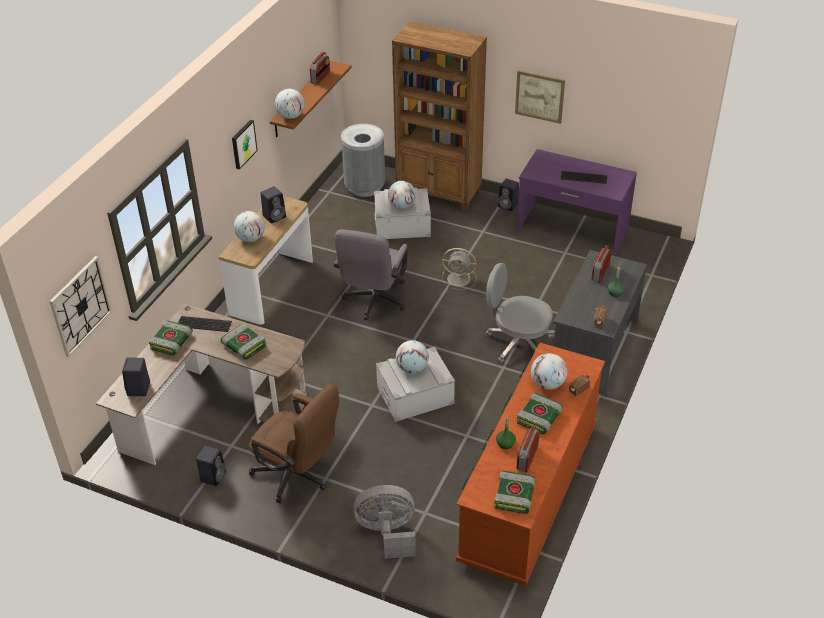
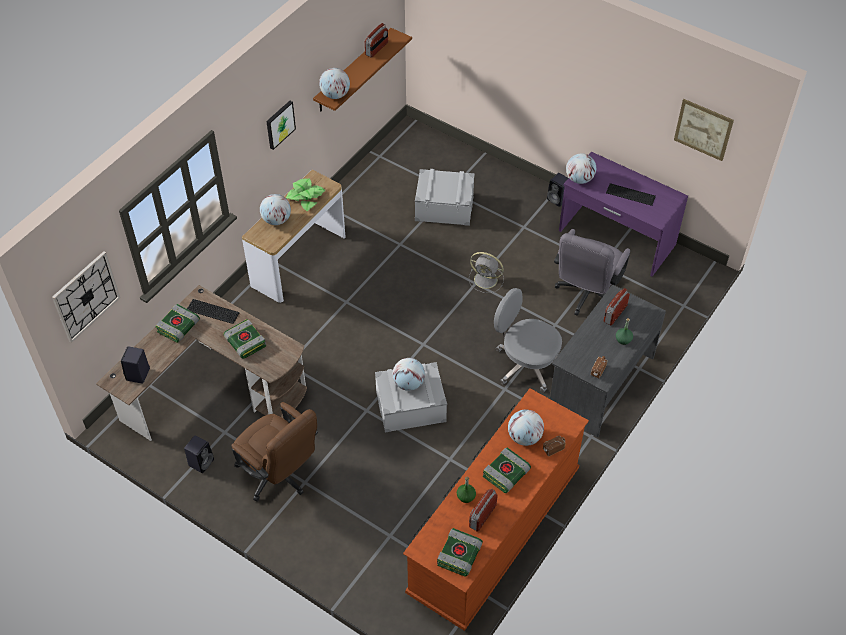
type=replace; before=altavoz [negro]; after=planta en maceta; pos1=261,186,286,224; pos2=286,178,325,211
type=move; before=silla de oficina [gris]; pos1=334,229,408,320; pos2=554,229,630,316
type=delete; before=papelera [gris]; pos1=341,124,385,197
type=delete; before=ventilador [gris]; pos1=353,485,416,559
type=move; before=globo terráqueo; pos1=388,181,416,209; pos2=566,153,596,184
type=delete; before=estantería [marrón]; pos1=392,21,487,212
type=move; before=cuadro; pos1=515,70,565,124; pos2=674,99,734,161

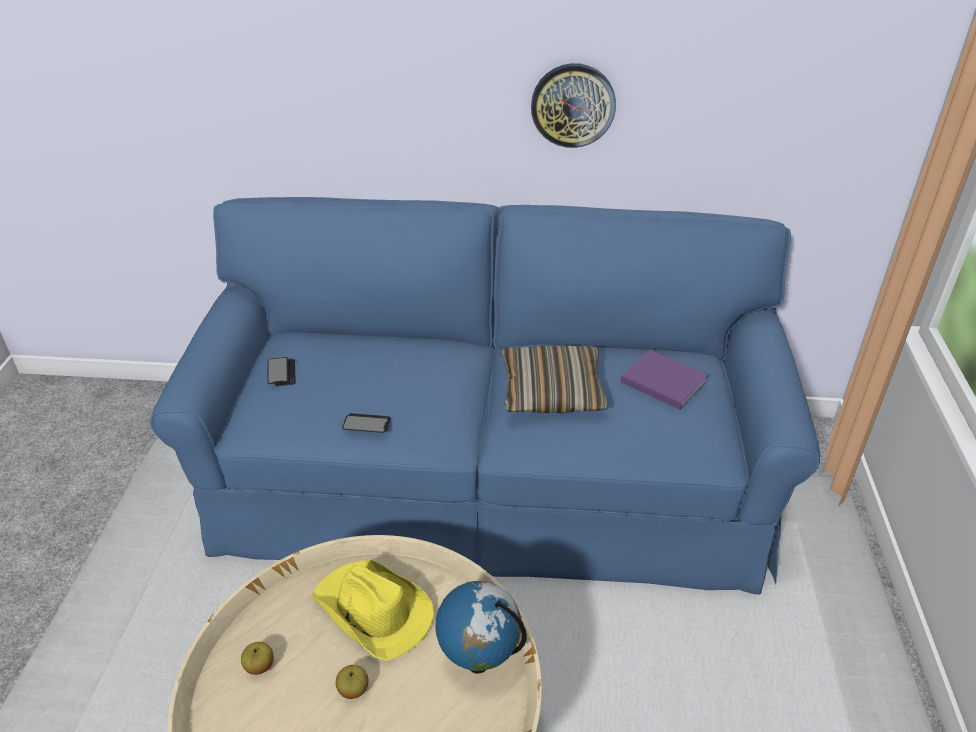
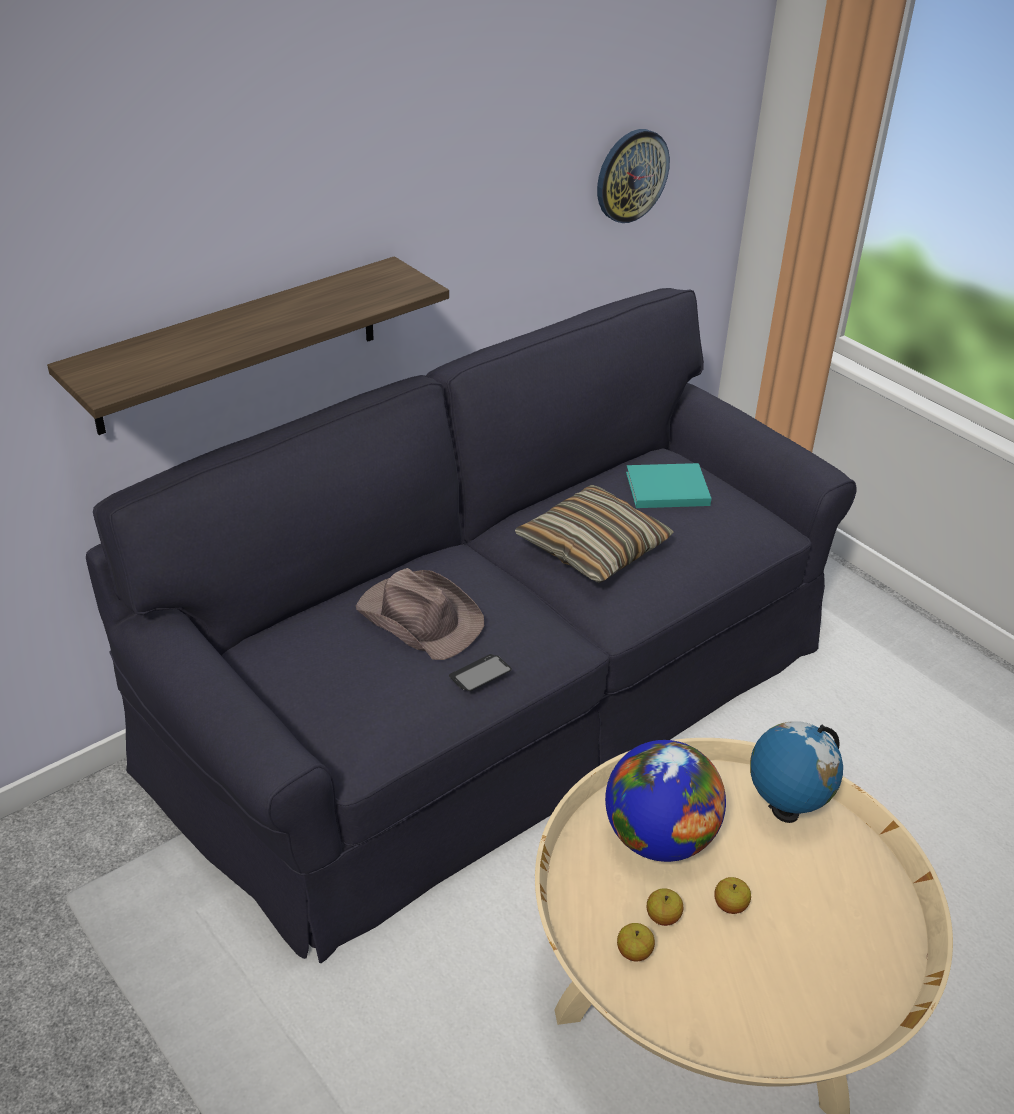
type=recolor; before=sofá [azul]; after=sofá [negro]; pos1=150,197,820,594; pos2=86,288,856,963
type=delete; before=móvil; pos1=268,357,296,386
type=replace; before=sombrero [amarillo]; after=globo terráqueo; pos1=312,560,434,661; pos2=605,740,726,862
type=move; before=reloj de pared; pos1=531,63,616,148; pos2=597,129,670,223
type=recolor; before=libro [morado]; after=libro [turquesa]; pos1=620,349,708,410; pos2=626,463,711,508
type=insert; after=estante; pos2=47,256,449,435
type=insert; after=sombrero [marrón]; pos2=356,568,484,660
type=insert; after=manzana; pos2=647,888,683,926

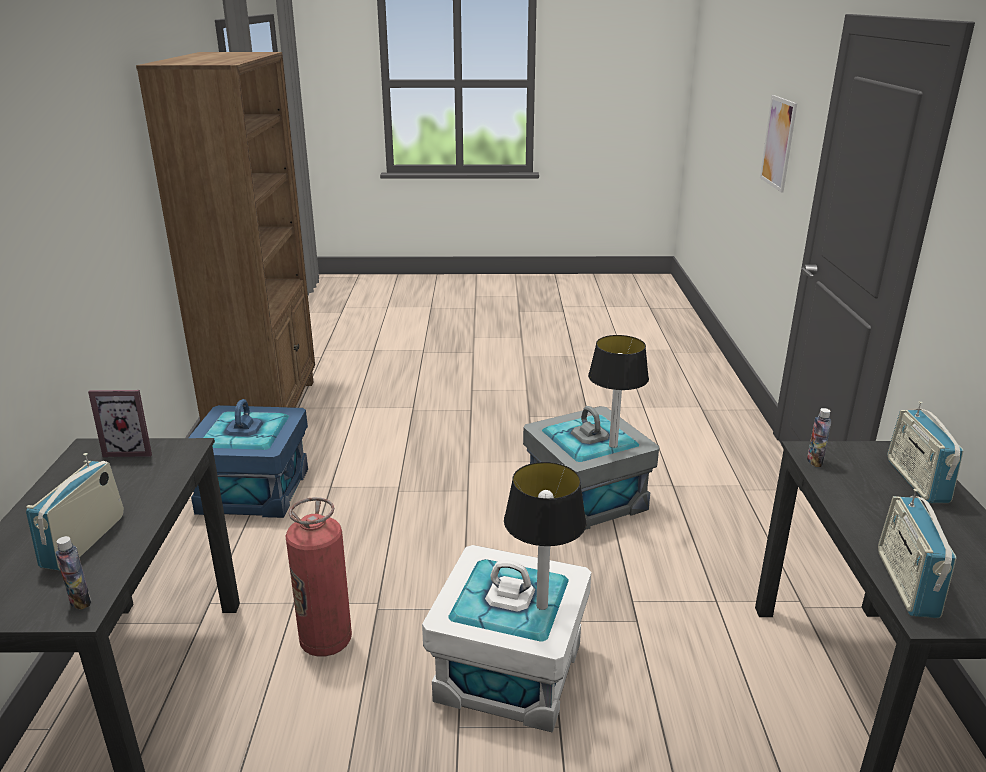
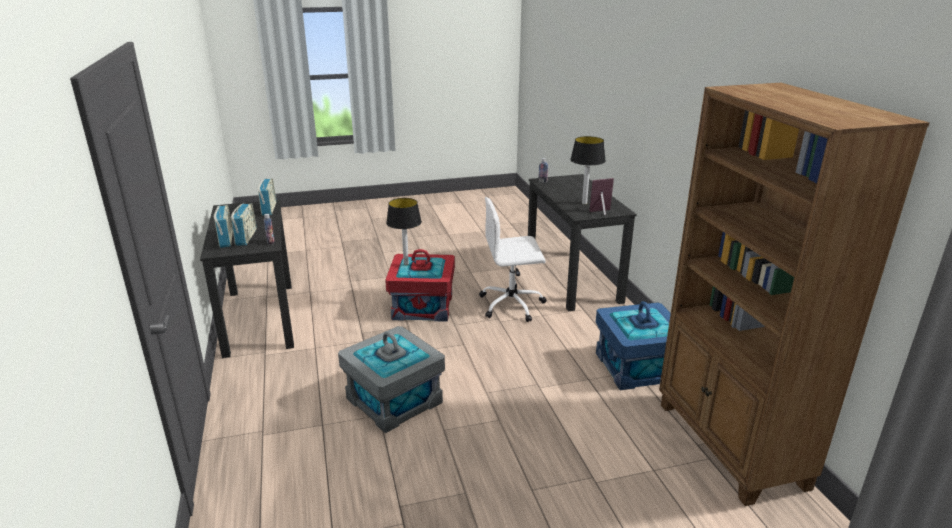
type=move; before=radio; pos1=26,453,124,571; pos2=231,203,257,246
type=replace; before=extintor; after=silla de oficina [blanco]; pos1=285,497,352,657; pos2=479,197,546,322
type=recolor; before=caja de almacenaje [blanco]; after=caja de almacenaje [rojo]; pos1=422,545,591,733; pos2=385,249,455,322
type=move; before=lámpara de mesa; pos1=588,335,649,448; pos2=570,136,606,204
type=delete; before=cuadro; pos1=760,95,797,193

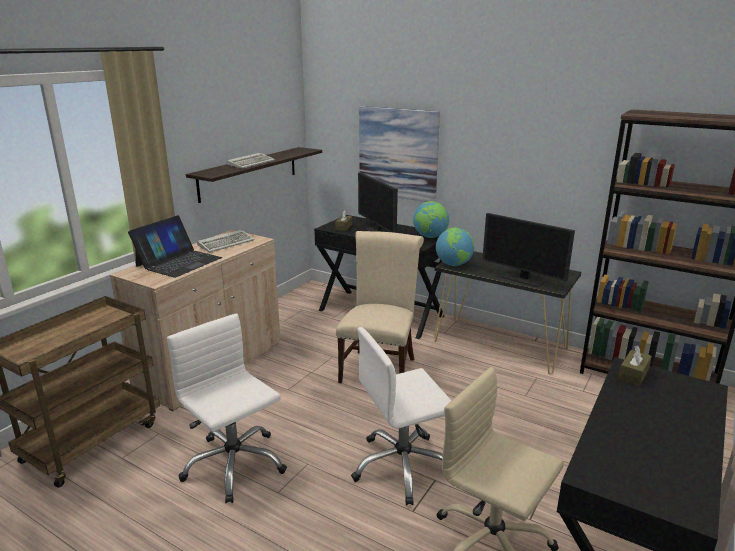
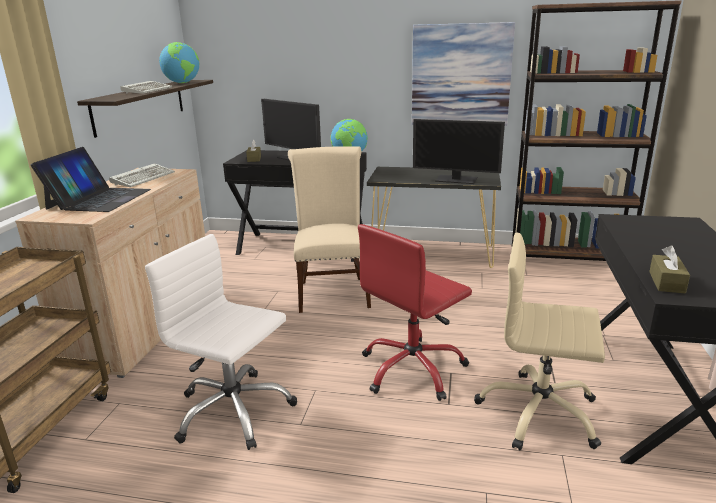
type=recolor; before=silla de oficina [blanco]; after=silla de oficina [rojo]; pos1=351,327,452,505; pos2=358,224,472,401
type=move; before=cuadro; pos1=359,106,440,202; pos2=412,22,515,126
type=move; before=globo terráqueo; pos1=436,228,474,266; pos2=159,42,199,83
type=move; before=caja de pañuelos [marrón]; pos1=618,345,652,386; pos2=649,245,690,294

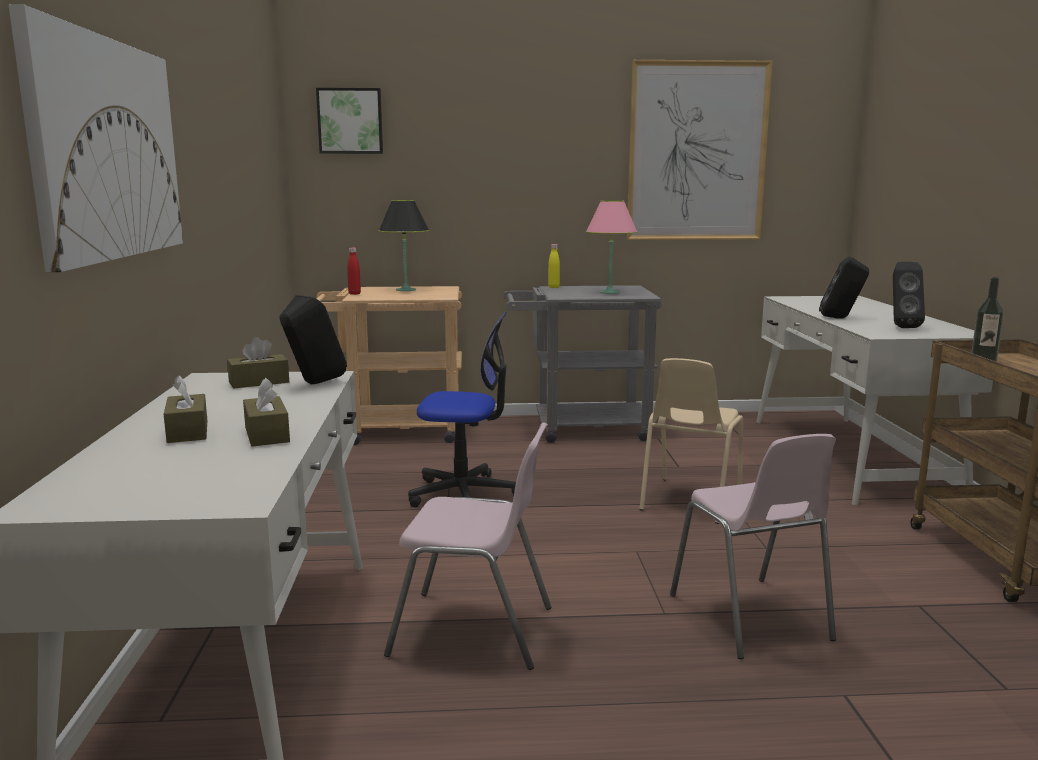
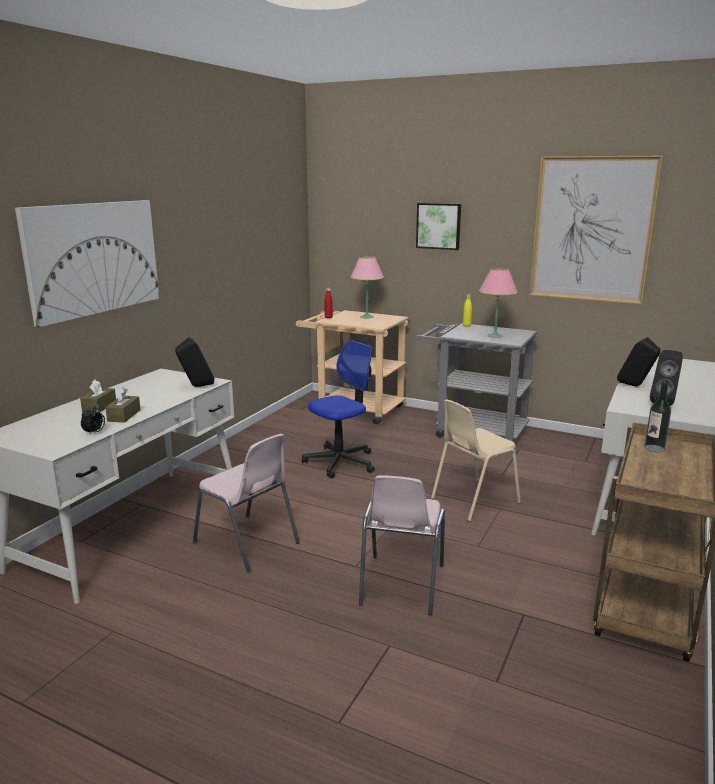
type=delete; before=caja de pañuelos [marrón]; pos1=227,337,289,389
type=move; before=cuadro; pos1=316,88,383,154; pos2=416,203,461,250
type=recolor; before=lámpara de mesa [negro]; after=lámpara de mesa [rosa]; pos1=379,200,429,291; pos2=350,256,384,318
type=rotate; before=silla de oficina; pos1=408,311,516,508; pos2=302,340,375,478; turn=-75
type=insert; after=despertador; pos2=81,404,105,435

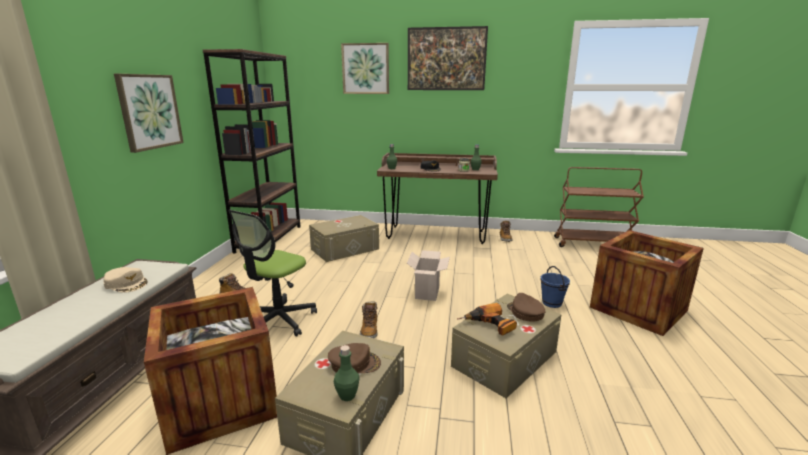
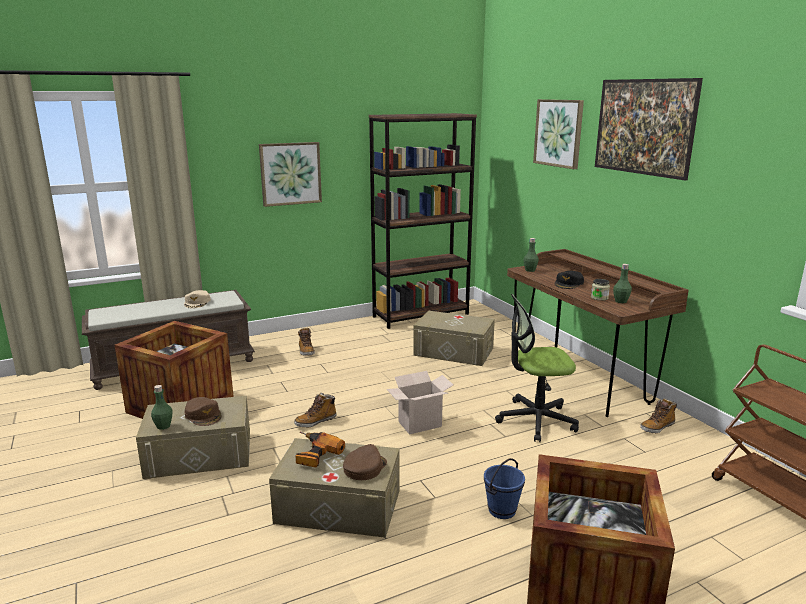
type=move; before=silla de oficina; pos1=228,210,317,337; pos2=495,294,579,442

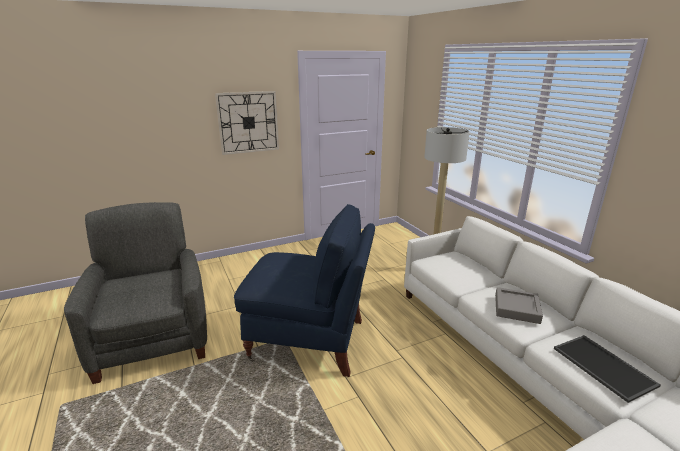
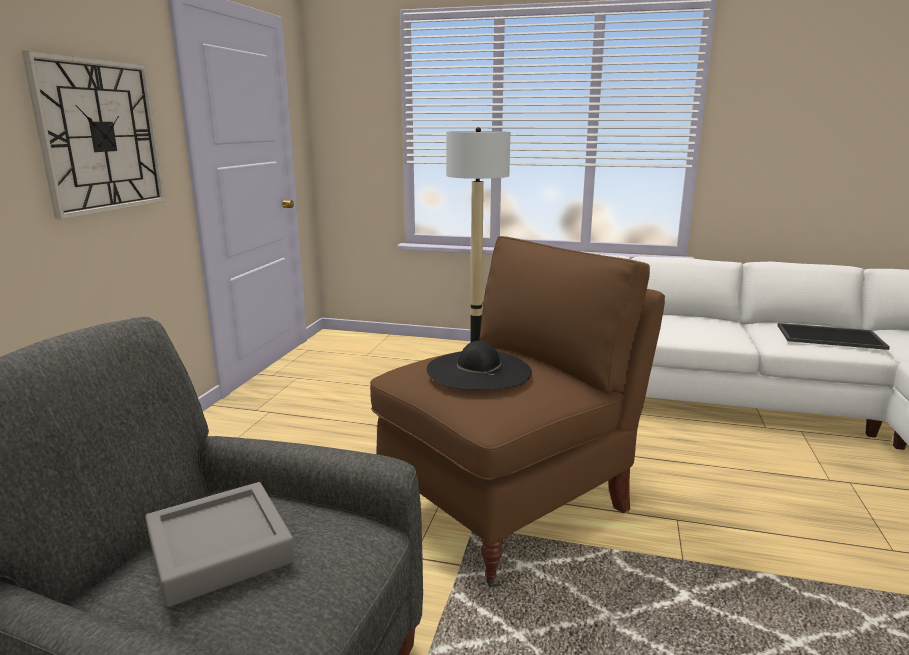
type=recolor; before=sillón [azul]; after=sillón [marrón]; pos1=234,204,375,377; pos2=370,236,665,587
type=move; before=bandeja [gris]; pos1=495,287,543,324; pos2=145,482,295,607
type=insert; after=sombrero [negro]; pos2=427,341,532,390

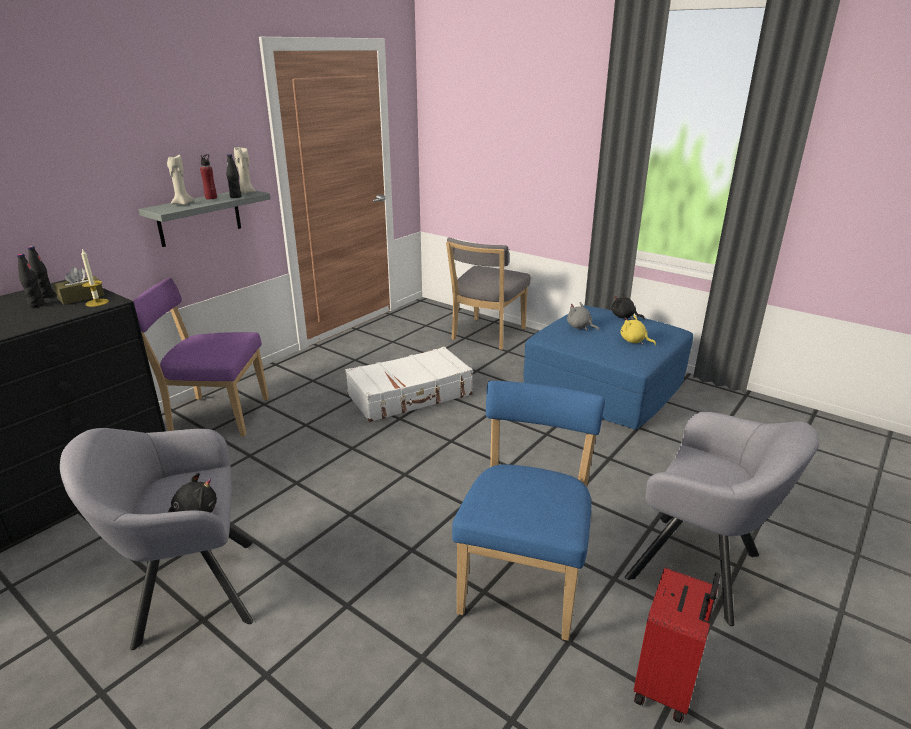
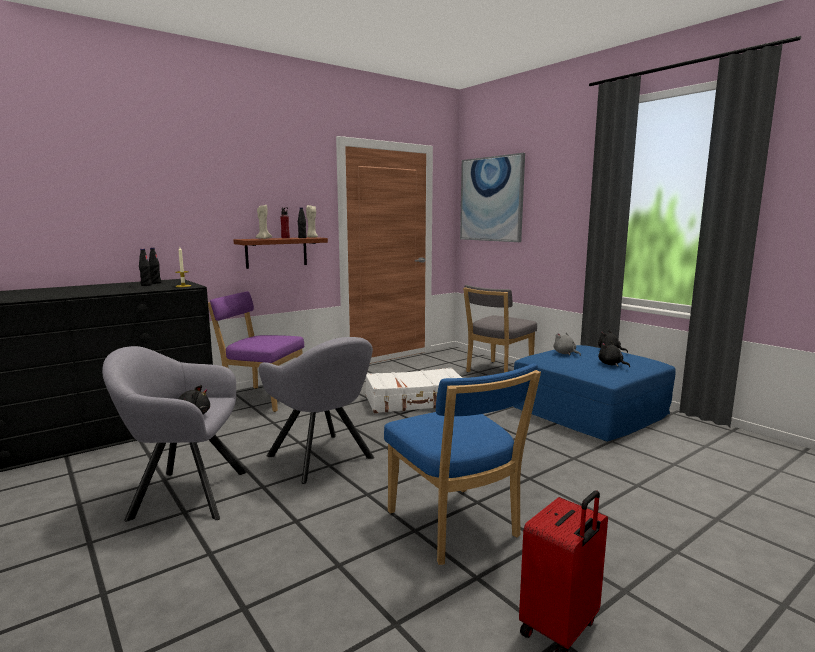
type=delete; before=caja de pañuelos [marrón]; pos1=53,267,104,305
type=recolor; before=estante [gris]; after=estante [marrón]; pos1=138,191,271,247; pos2=234,237,328,269
type=rotate; before=silla [azul]; pos1=452,381,605,641; pos2=384,363,541,565; turn=120
type=recolor; before=peluche [amarillo]; after=peluche [negro]; pos1=620,315,656,345; pos2=598,341,630,367
type=move; before=sillón [gris]; pos1=625,412,819,626; pos2=259,337,374,484
type=insert; after=cuadro; pos2=460,153,525,242

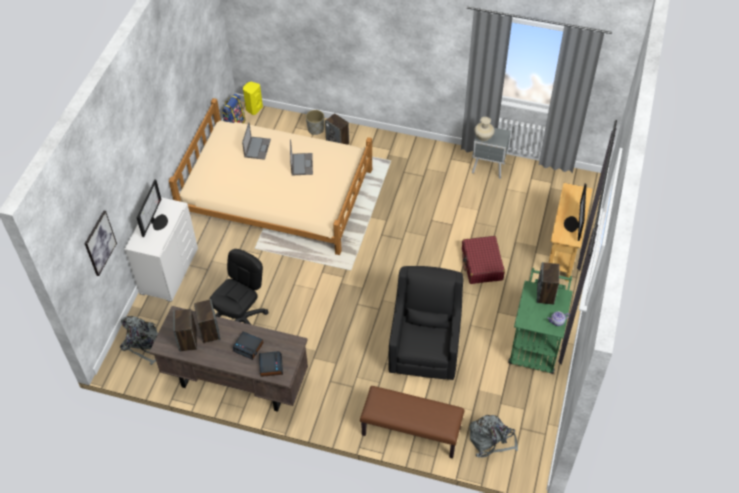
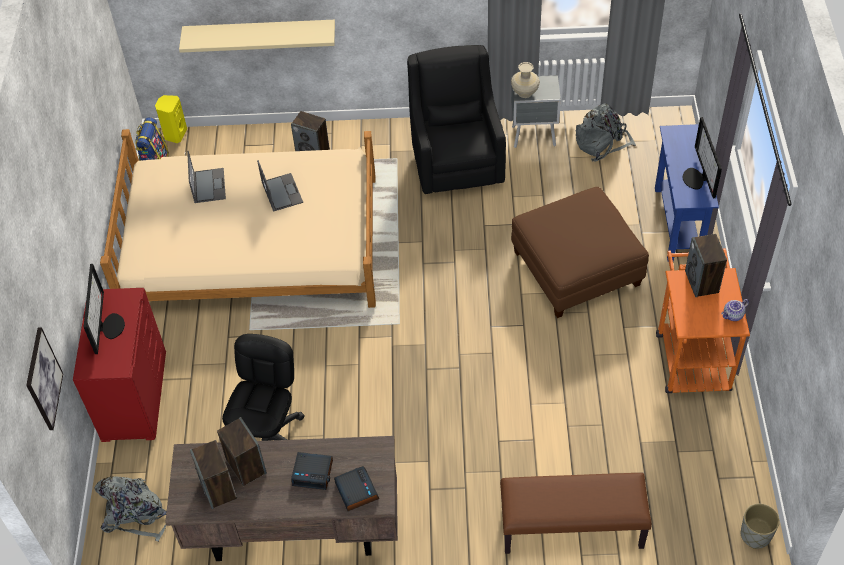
type=recolor; before=cómoda [blanco]; after=cómoda [rojo]; pos1=125,197,198,302; pos2=73,288,166,442
type=move; before=maceta [gris]; pos1=306,110,324,135; pos2=741,504,779,549
type=move; before=sillón [negro]; pos1=388,266,463,380; pos2=407,45,506,194
type=replace; before=maleta [rojo]; after=puf [marrón]; pos1=462,236,505,284; pos2=511,187,649,318
type=move; before=mochila [gris]; pos1=469,415,518,458; pos2=576,104,636,162
type=recolor; before=carrito [verde]; after=carrito [naranja]; pos1=508,268,573,374; pos2=656,248,750,393
type=recolor; before=mesa consola [beis]; after=mesa consola [azul]; pos1=549,183,593,282; pos2=655,124,719,262
type=insert; after=estante [beis]; pos2=179,20,335,53

